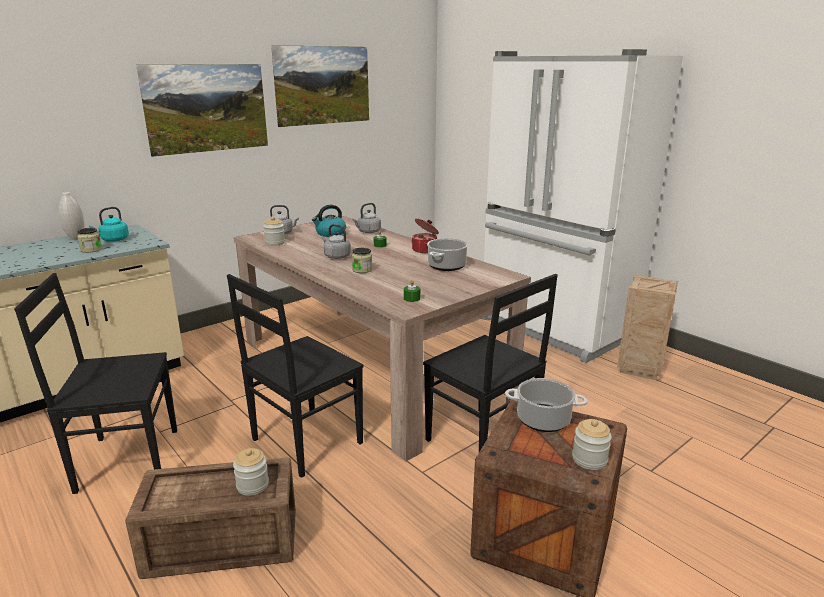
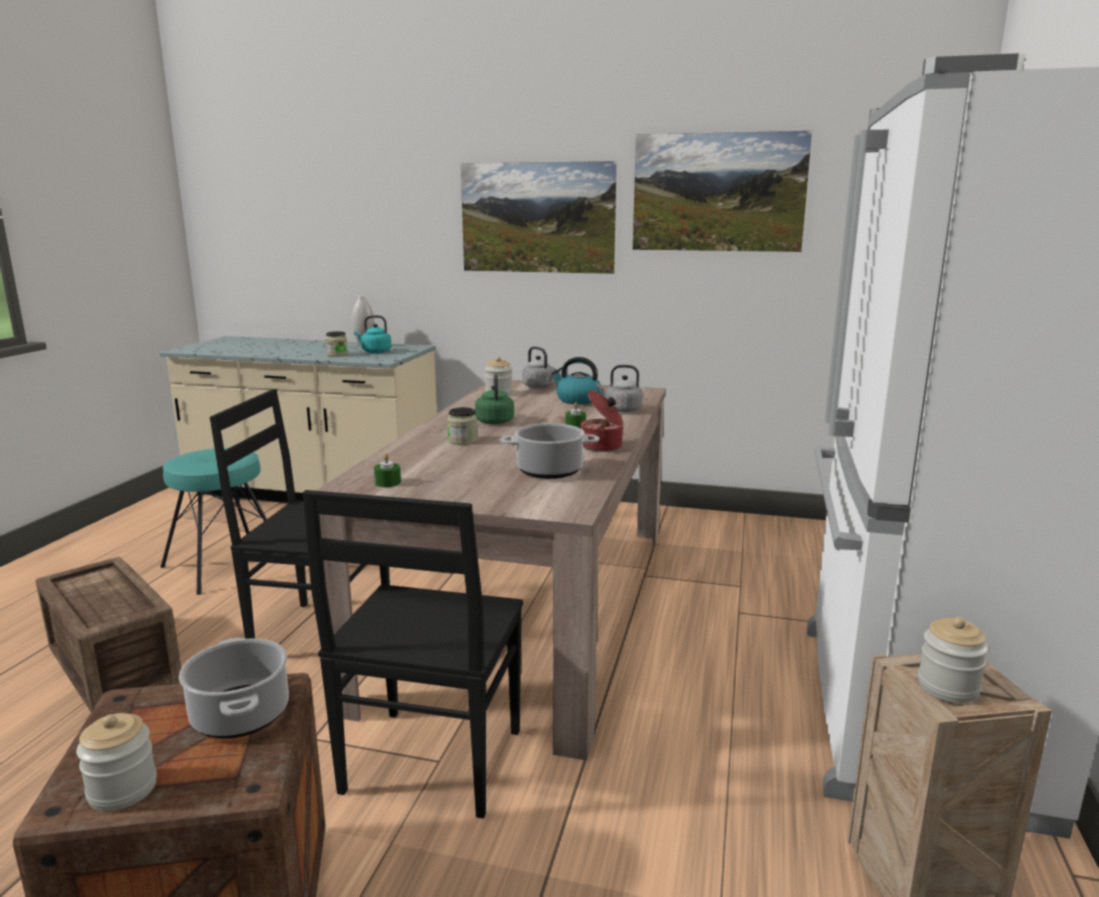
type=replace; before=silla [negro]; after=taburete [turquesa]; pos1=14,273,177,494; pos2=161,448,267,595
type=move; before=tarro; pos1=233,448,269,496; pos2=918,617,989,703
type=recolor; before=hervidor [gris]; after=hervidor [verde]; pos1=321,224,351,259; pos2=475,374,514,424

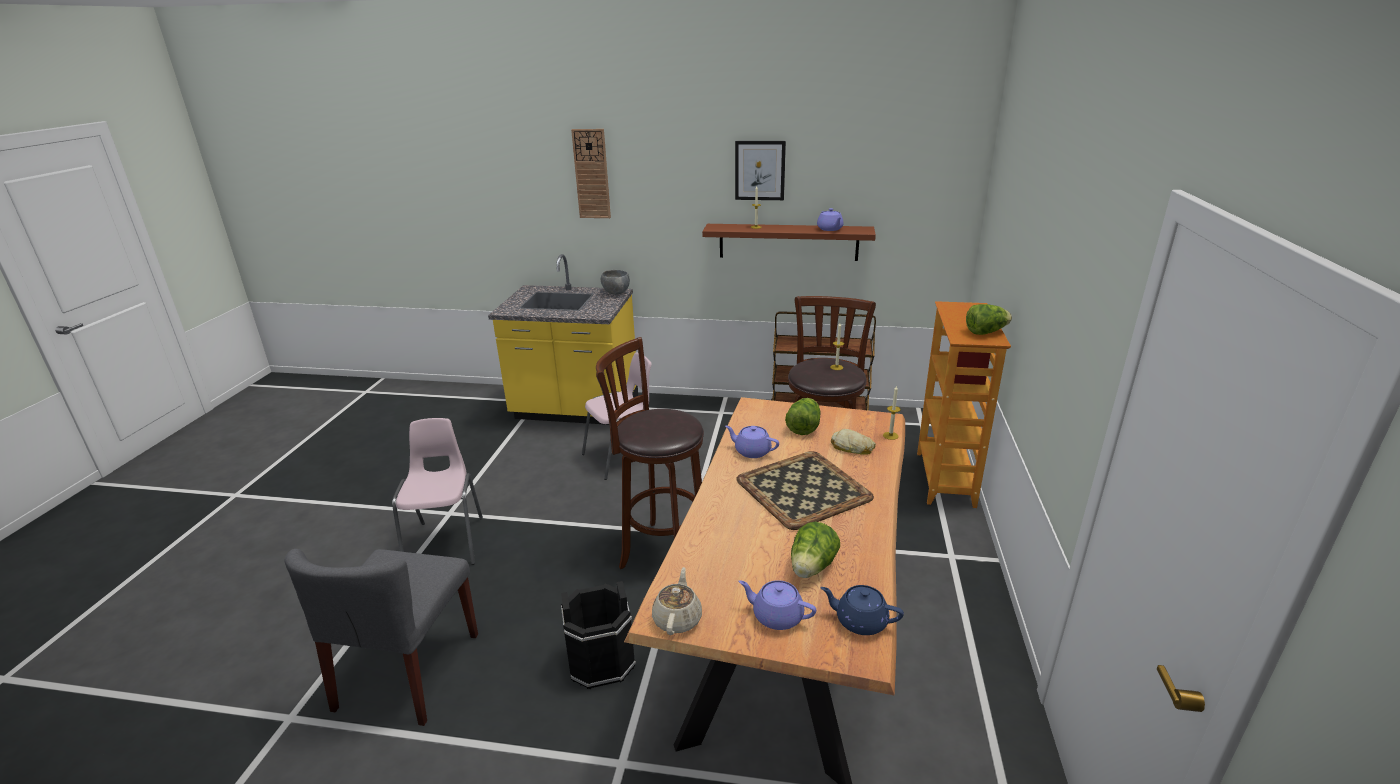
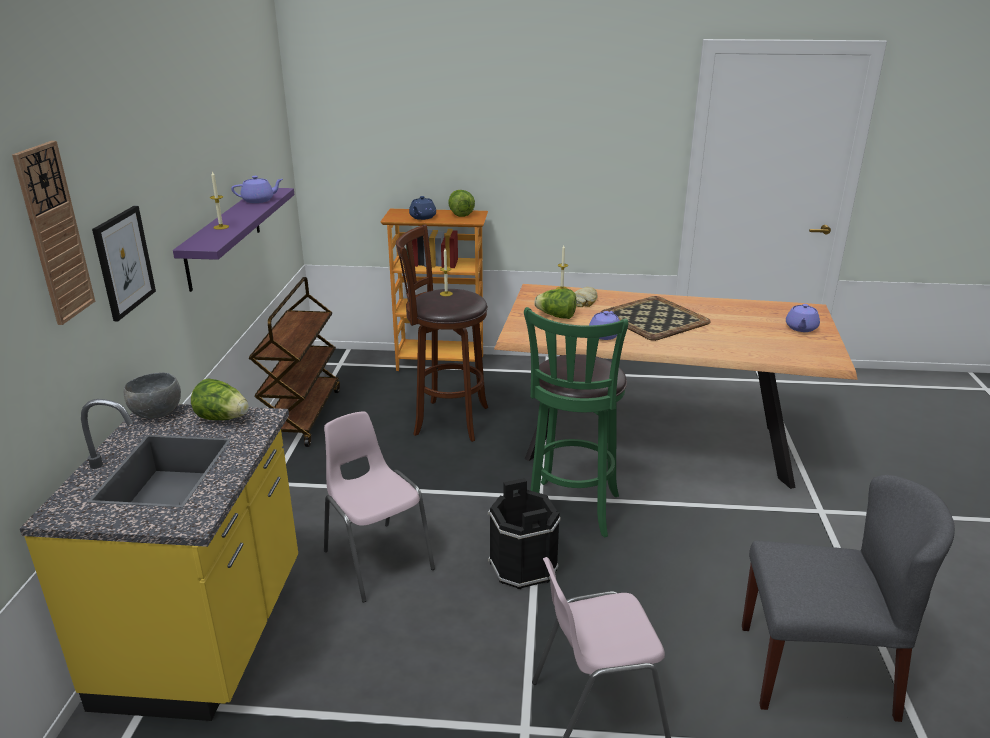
type=move; before=cubo [negro]; pos1=561,581,636,689; pos2=488,478,561,589
type=recolor; before=taburete [marrón]; after=taburete [verde]; pos1=596,337,704,569; pos2=524,307,628,538
type=delete; before=tetera [beis]; pos1=652,567,702,635
type=recolor; before=estante [marrón]; after=estante [morado]; pos1=702,224,876,261; pos2=173,188,294,292
type=move; before=cuadro; pos1=735,141,786,200; pos2=92,206,156,321
type=move; before=lechuga; pos1=791,522,840,578; pos2=191,378,249,420
type=move; before=tetera [azul]; pos1=820,585,904,635; pos2=409,196,436,220

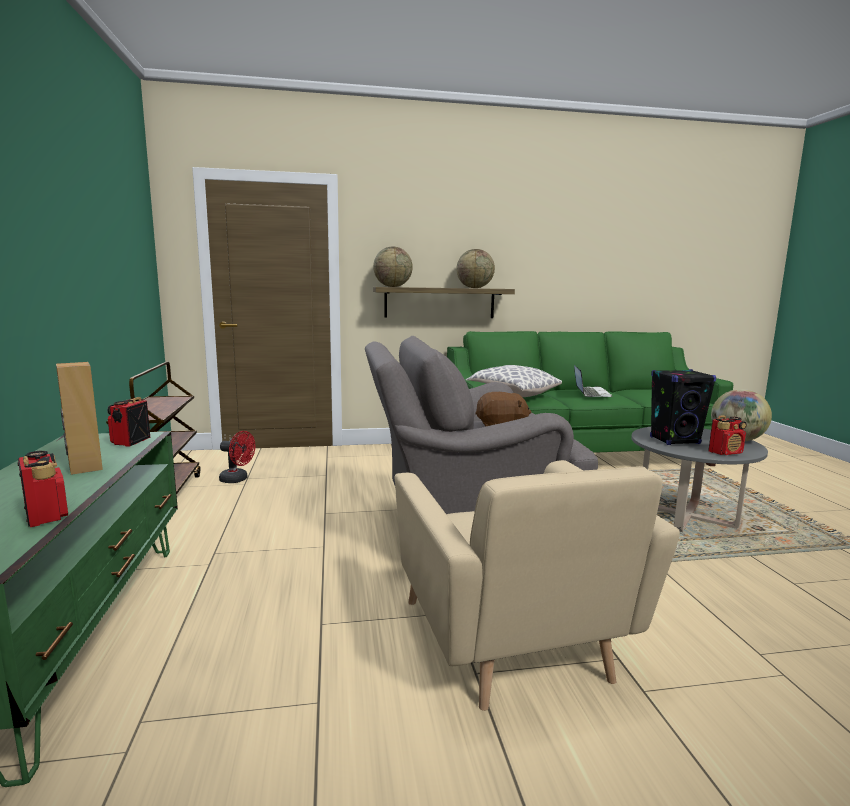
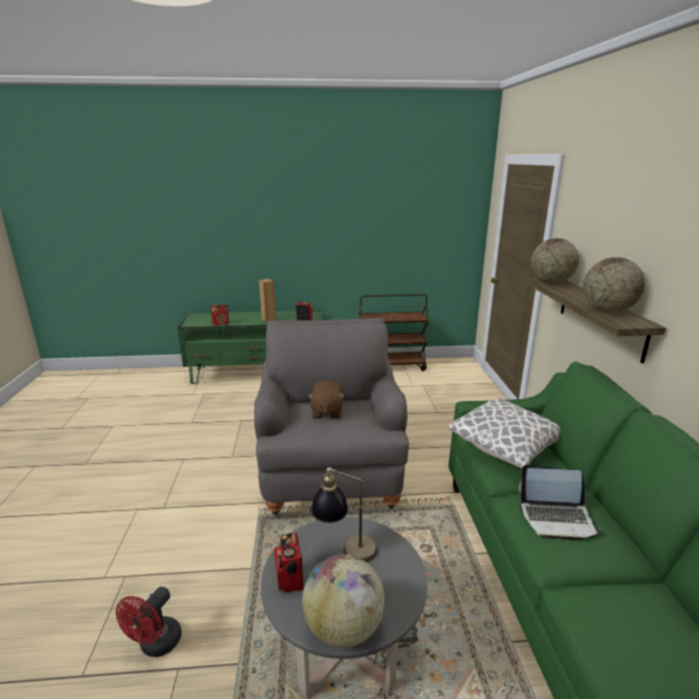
type=move; before=ventilador [rojo]; pos1=219,431,255,483; pos2=116,587,182,657
type=delete; before=sillón [beis]; pos1=394,460,680,711
type=replace; before=altavoz [negro]; after=lámpara de mesa; pos1=650,369,716,445; pos2=311,467,377,563

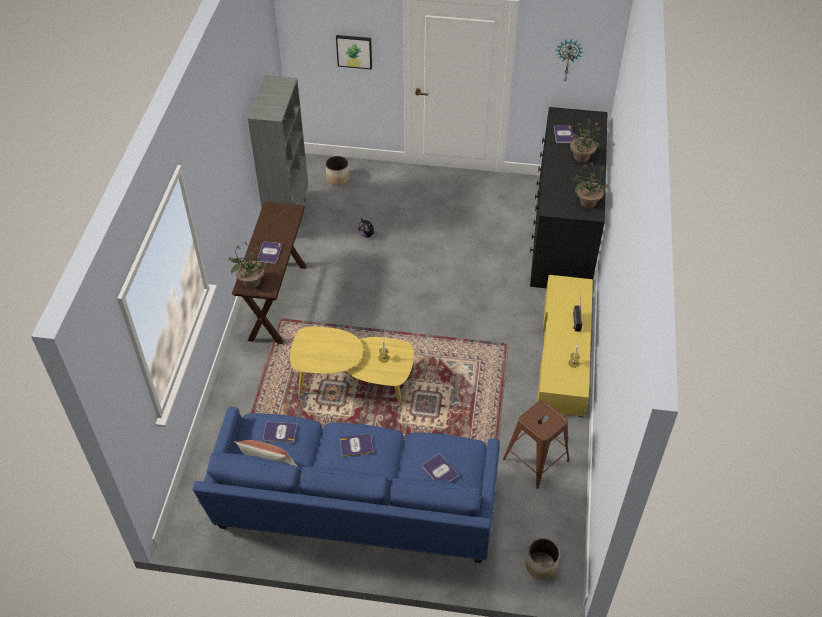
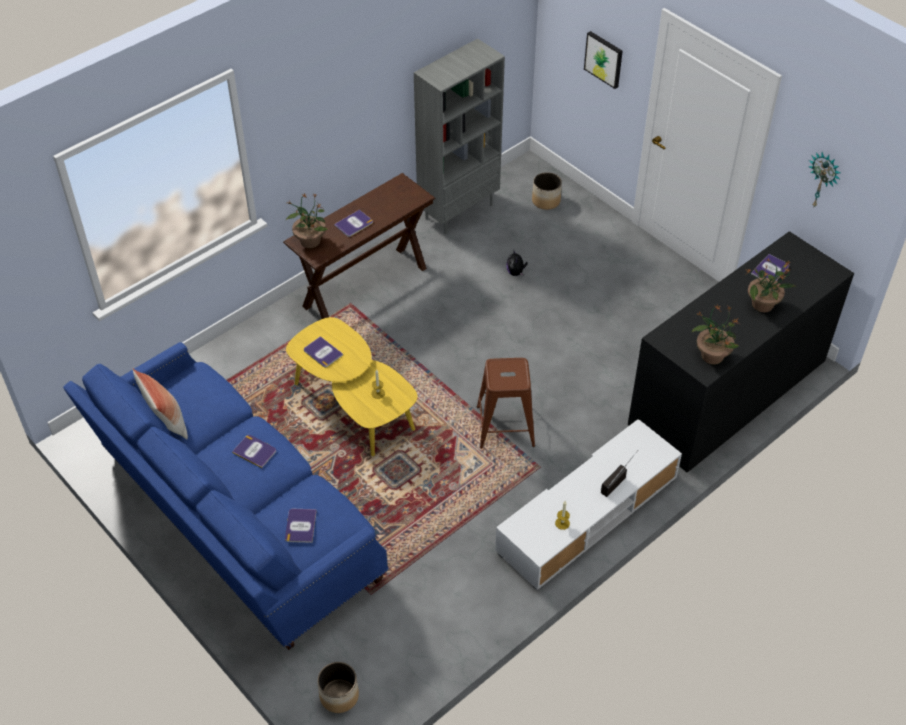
type=move; before=libro; pos1=263,422,297,443; pos2=304,336,343,367
type=move; before=taburete [marrón]; pos1=503,400,569,489; pos2=477,358,535,449
type=recolor; before=mueble de televisión [amarillo]; after=mueble de televisión [blanco]; pos1=537,275,593,417; pos2=495,419,682,590

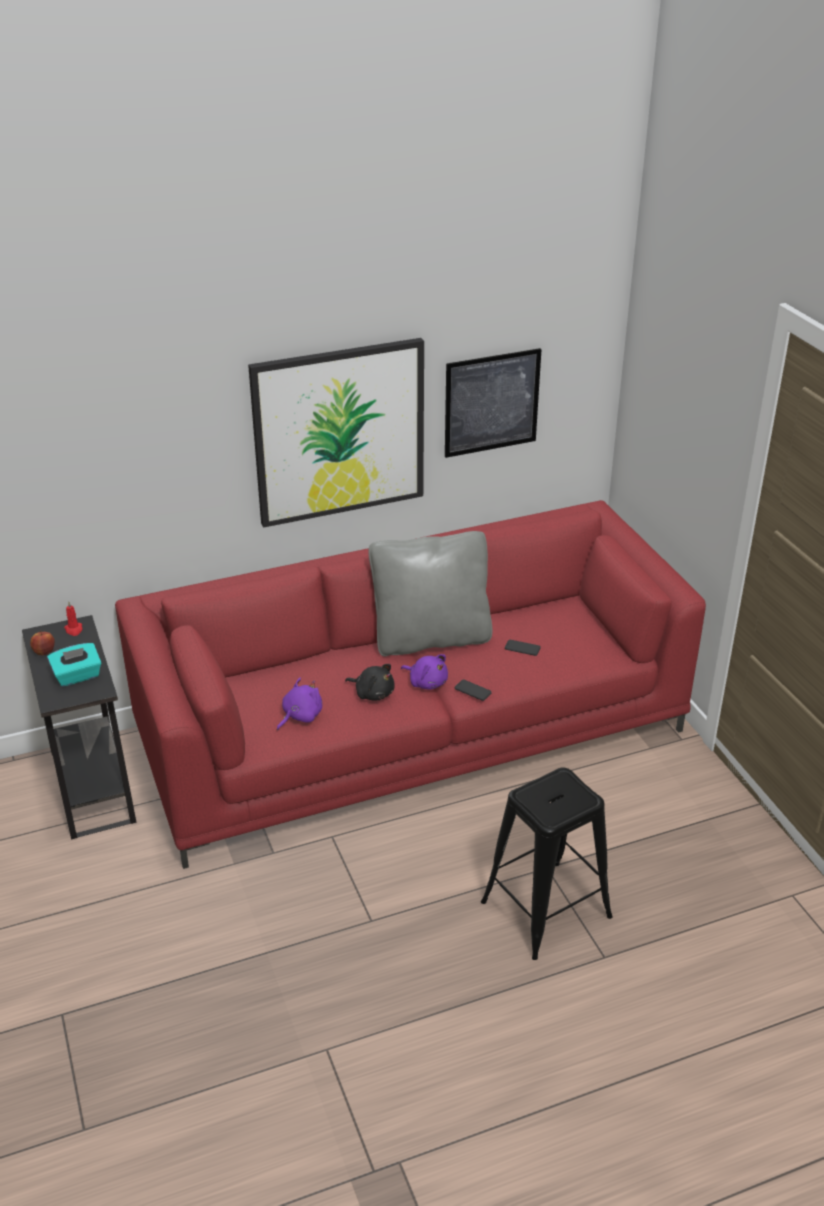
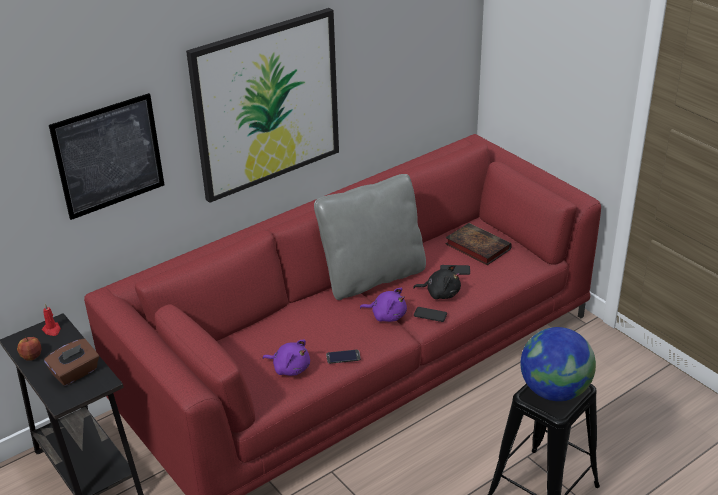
type=recolor; before=caja de pañuelos [turquesa]; after=caja de pañuelos [marrón]; pos1=47,643,101,687; pos2=44,339,99,386
type=rotate; before=peluche [morado]; pos1=277,678,322,730; pos2=263,340,310,376; turn=90
type=move; before=peluche [negro]; pos1=345,664,395,700; pos2=413,265,461,299
type=move; before=cuadro; pos1=445,348,542,458; pos2=49,93,164,220
type=insert; after=móvil; pos2=326,350,360,364
type=insert; after=libro; pos2=446,223,512,265
type=insert; after=globo terráqueo; pos2=520,327,596,401

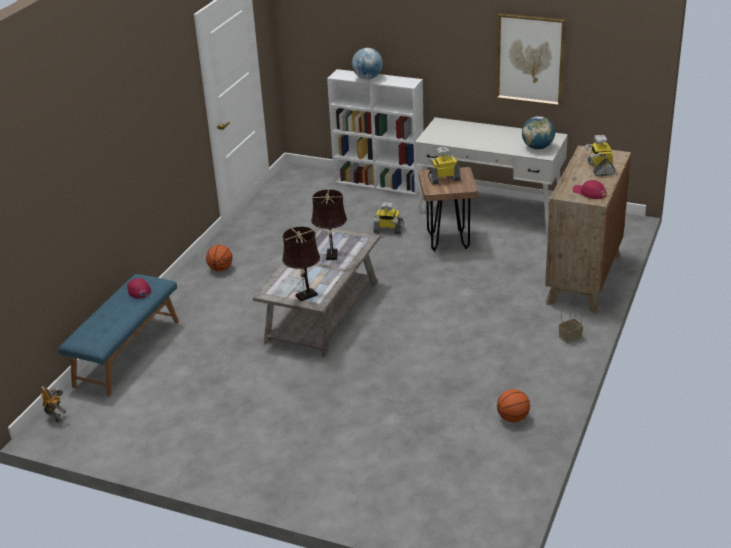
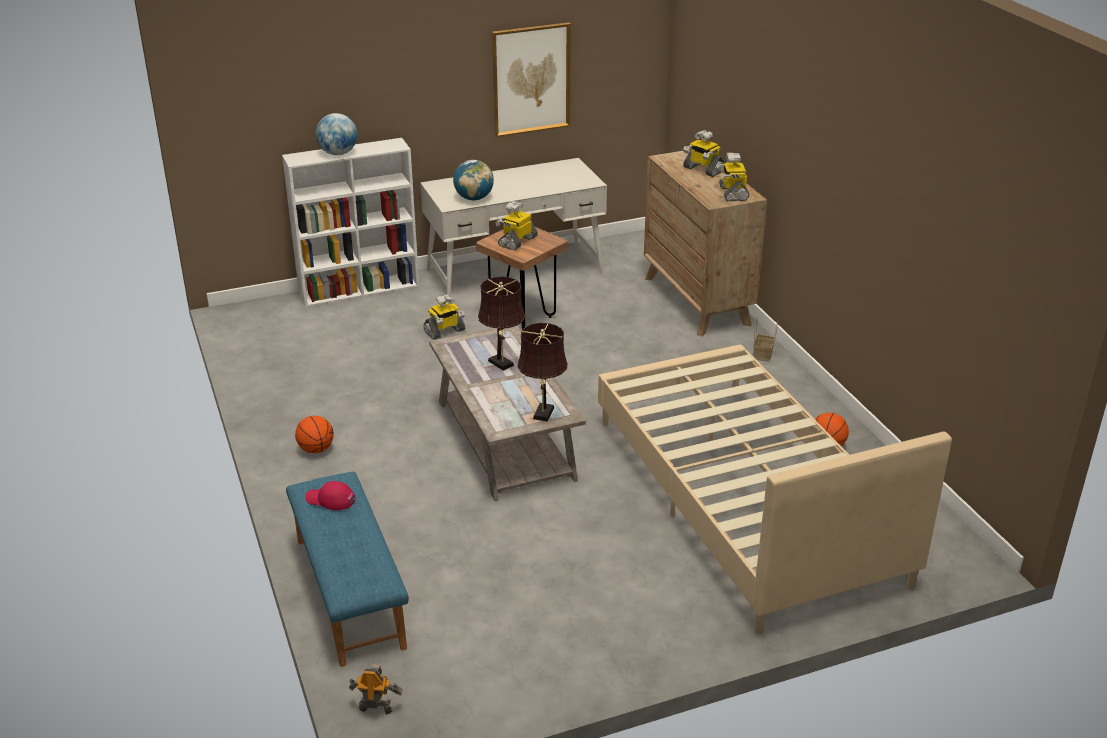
type=move; before=globo terráqueo; pos1=522,116,555,149; pos2=453,160,494,200
type=replace; before=gorra [rojo]; after=robot de juguete; pos1=572,180,607,199; pos2=716,153,749,201
type=insert; after=cama [beis]; pos2=598,344,952,635

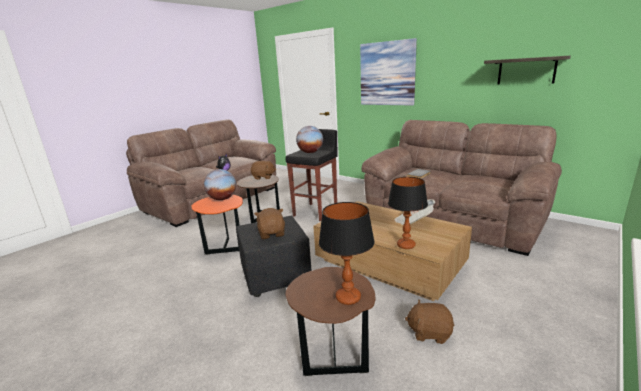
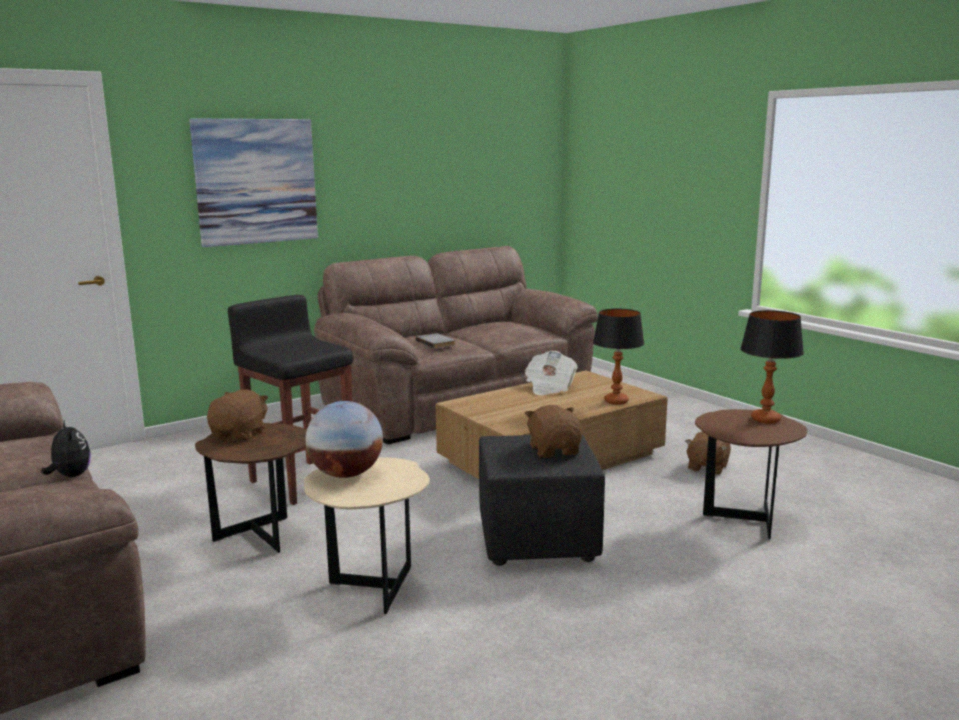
type=recolor; before=mesa auxiliar [naranja]; after=mesa auxiliar [beis]; pos1=191,195,243,255; pos2=304,457,430,614
type=rotate; before=peluche [marrón]; pos1=254,208,285,239; pos2=525,405,582,458; turn=75
type=delete; before=globo terráqueo; pos1=296,126,323,153
type=delete; before=estante; pos1=484,56,571,85

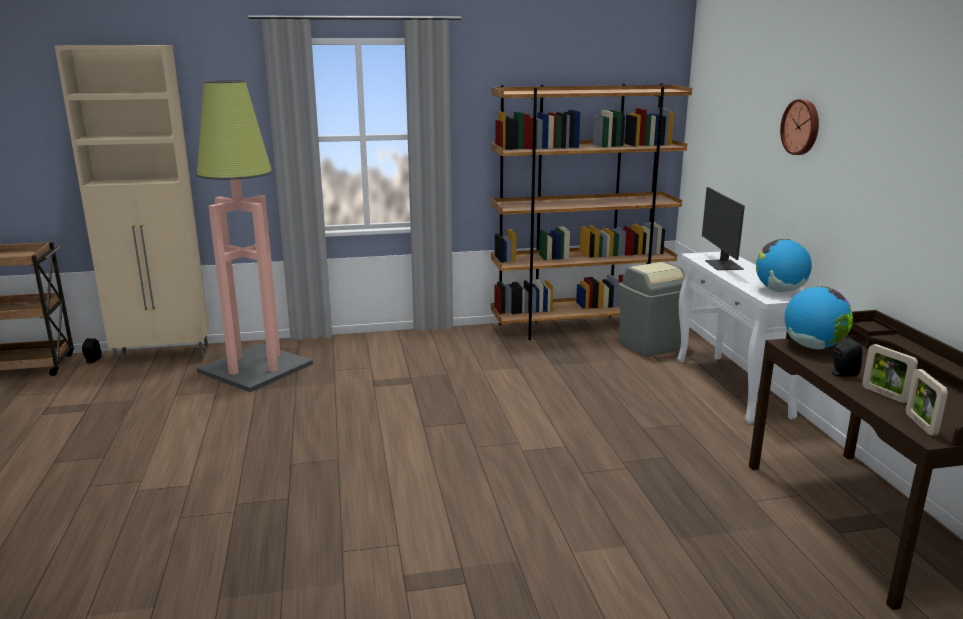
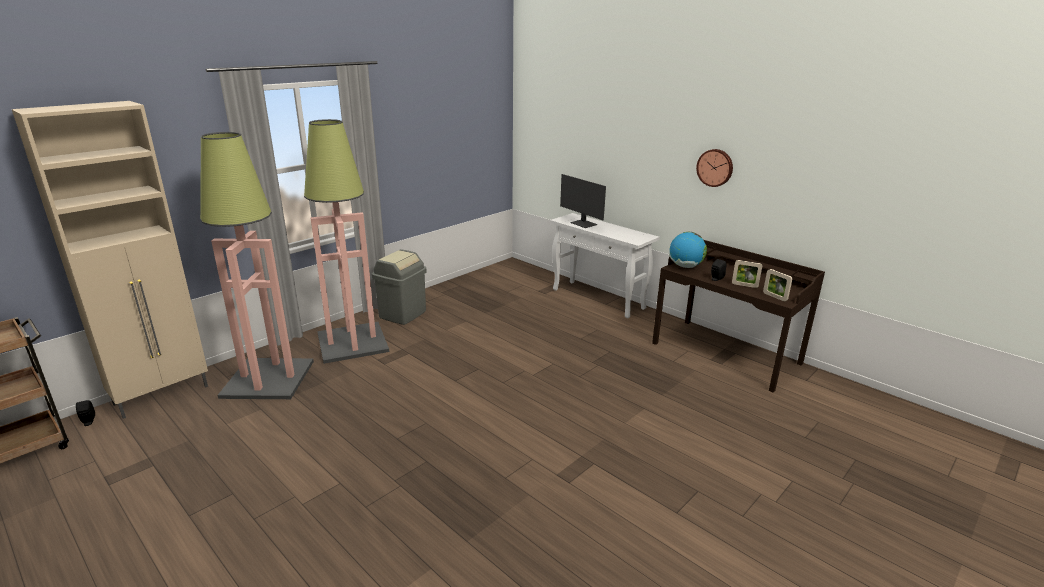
type=delete; before=estantería [marrón]; pos1=491,83,692,340
type=move; before=papelera [gris]; pos1=618,261,685,357; pos2=372,249,427,325
type=delete; before=globo terráqueo; pos1=756,239,812,292
type=move; before=reloj de pared; pos1=780,99,819,155; pos2=696,149,733,187
type=insert; after=lámpara de pie; pos2=304,119,389,364

